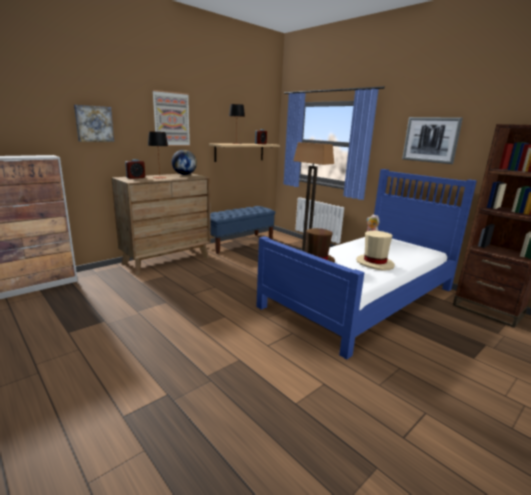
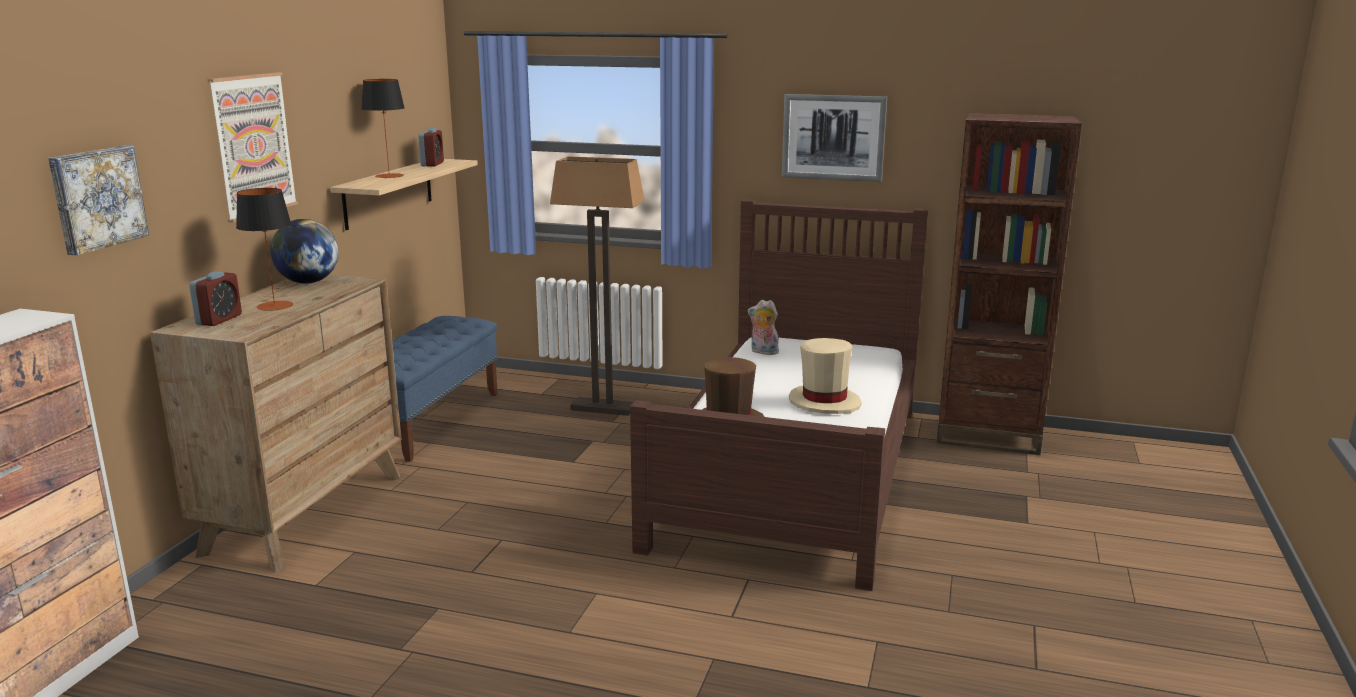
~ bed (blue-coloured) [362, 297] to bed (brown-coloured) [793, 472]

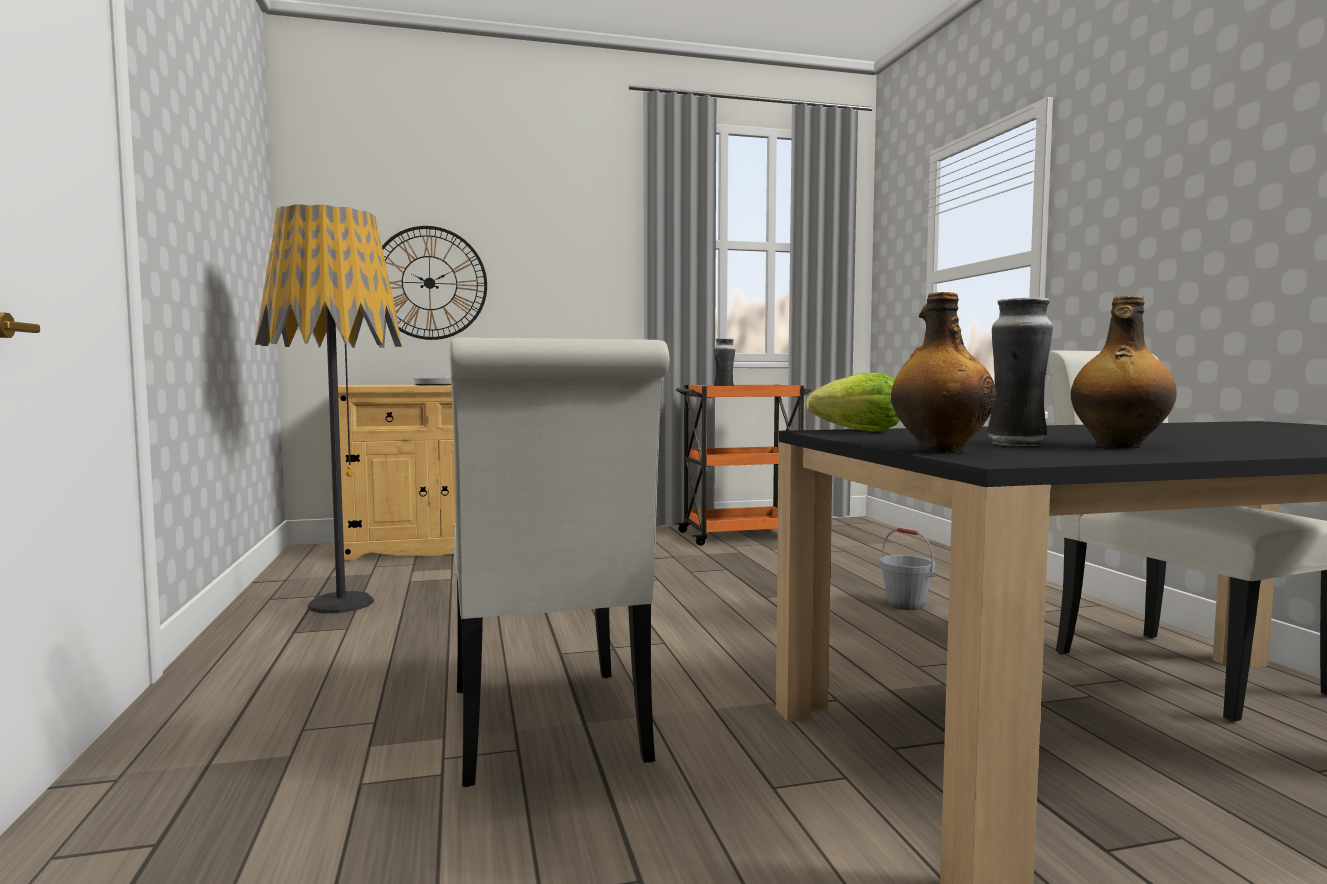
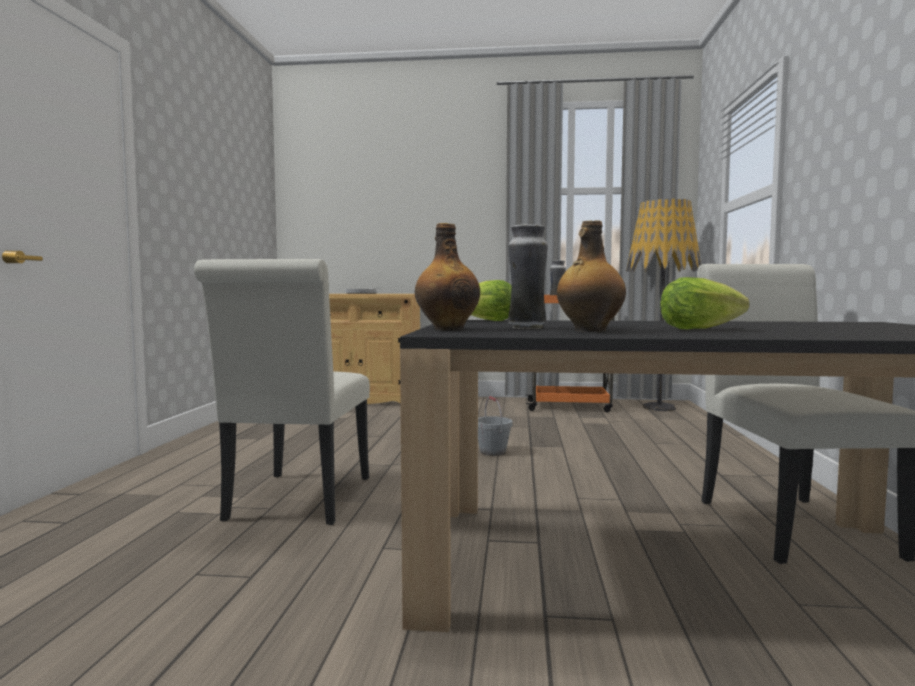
~ floor lamp [341, 604] to [659, 407]
- clock on the wall [429, 283]
~ bucket (gray) [906, 605] to [493, 452]
+ lettuce head [698, 329]

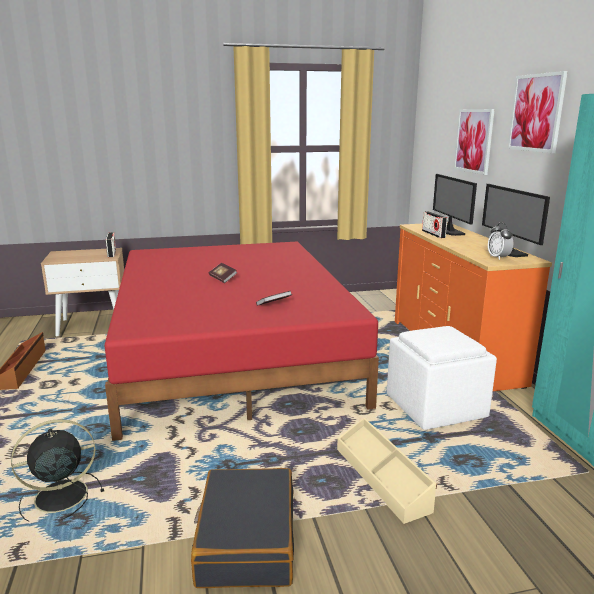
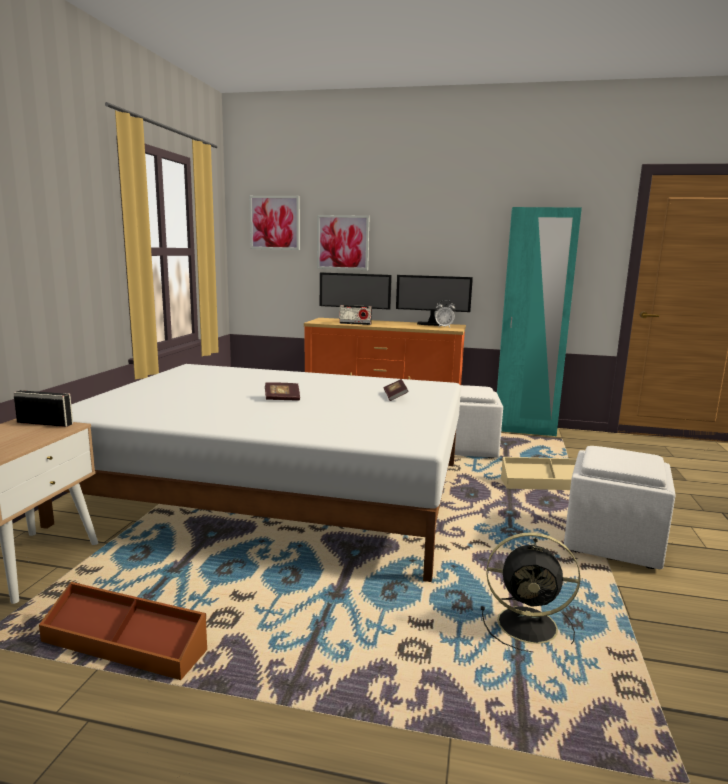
~ picture [536, 113] to [275, 223]
~ bed (reddish) [232, 352] to bed (white) [278, 490]
~ electric fan (black-coloured) [58, 497] = [530, 625] 75 degrees counterclockwise
~ suitcase (black-coloured) [246, 540] to pouffe (white) [613, 542]

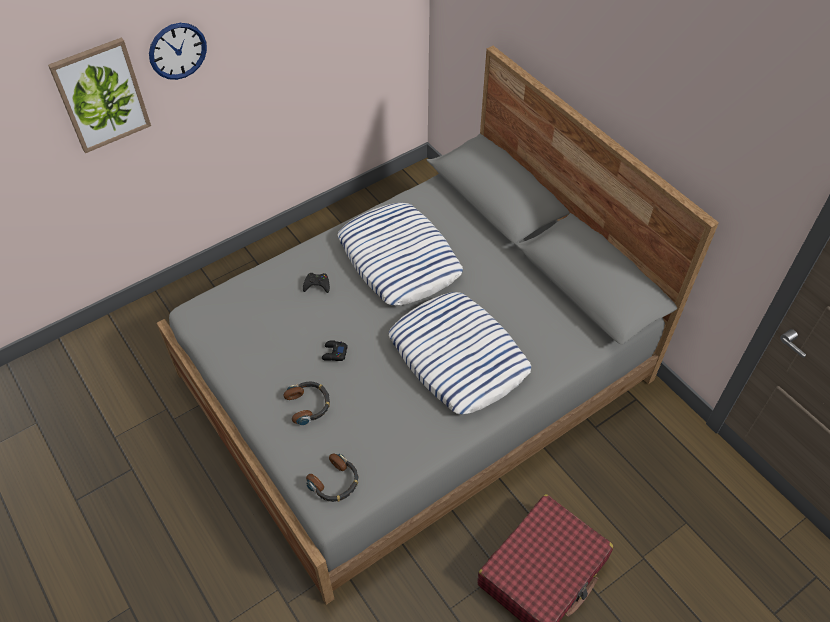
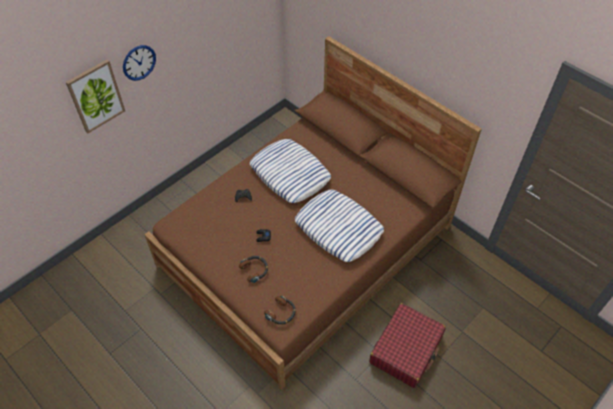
~ bed (gray) [416, 377] to bed (brown-coloured) [307, 245]

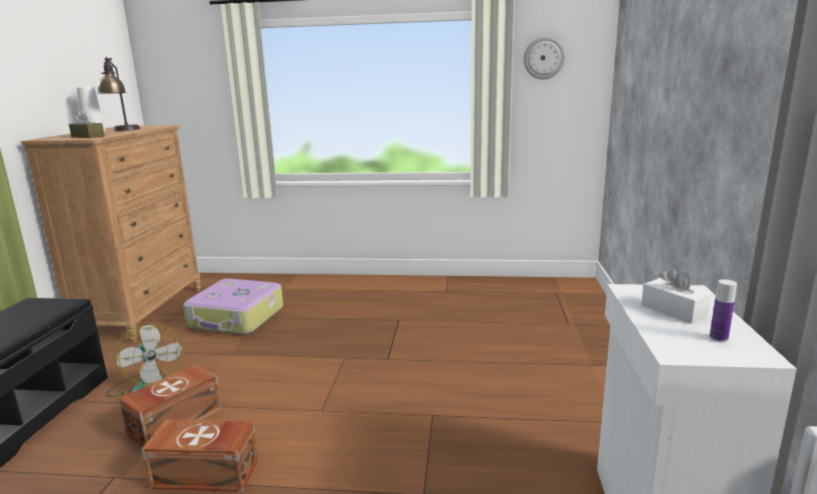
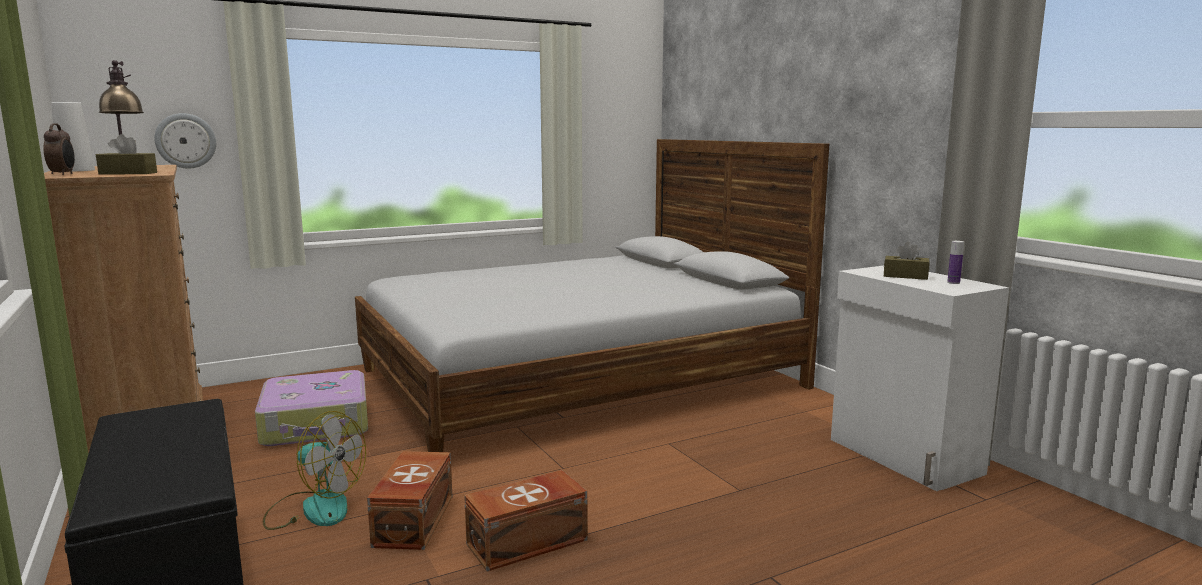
~ clock on the wall [544, 58] to [185, 141]
~ tissue box (white) [673, 310] to tissue box (brown-coloured) [905, 276]
+ alarm clock [63, 174]
+ bed [577, 377]

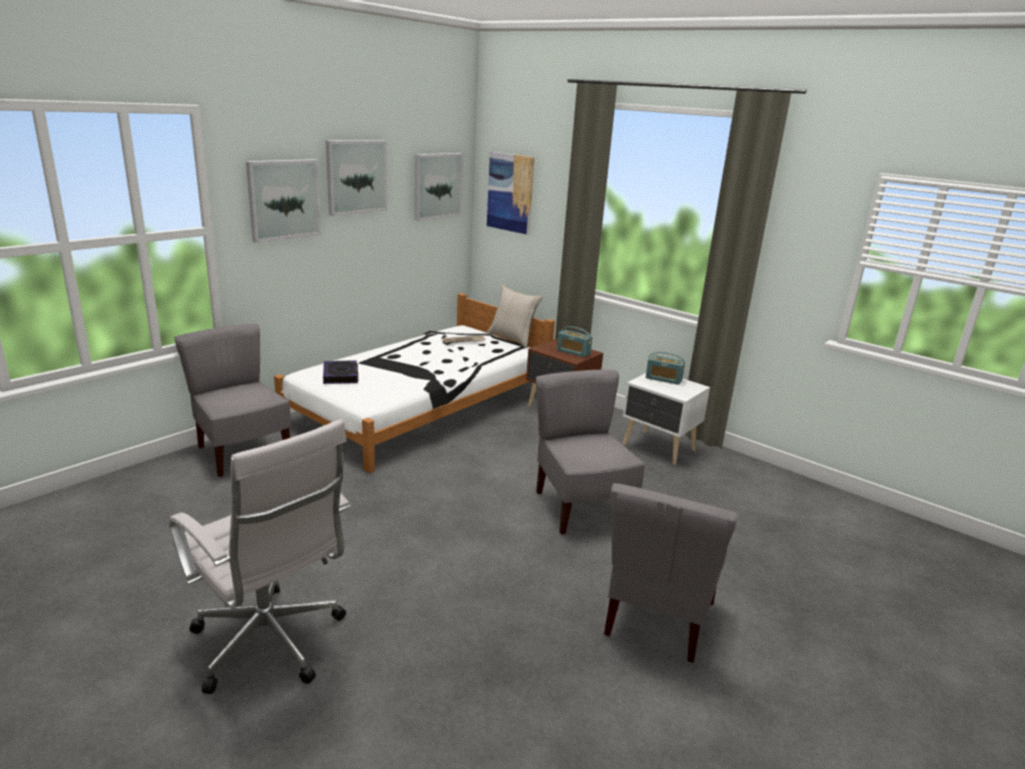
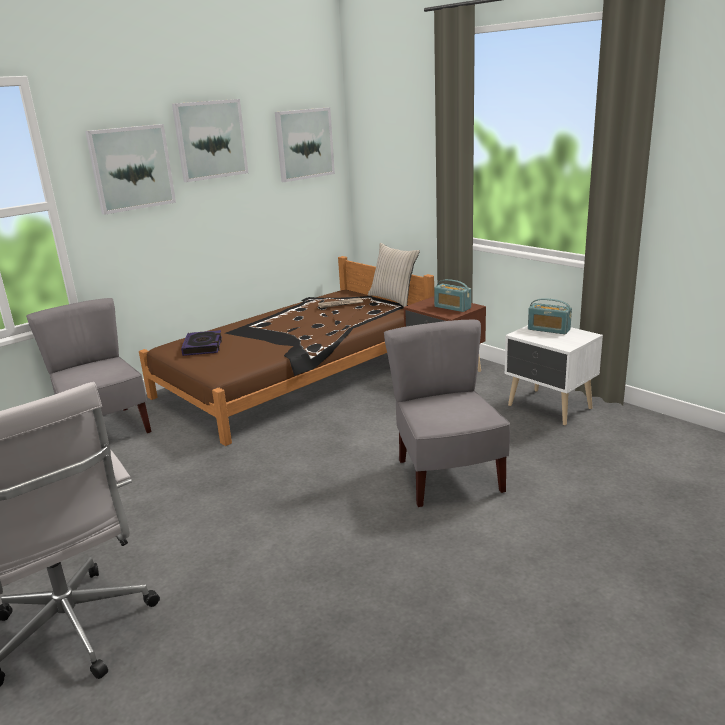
- picture [510, 192]
~ bed (white) [422, 406] to bed (brown-coloured) [297, 375]
- chair (gray) [657, 618]

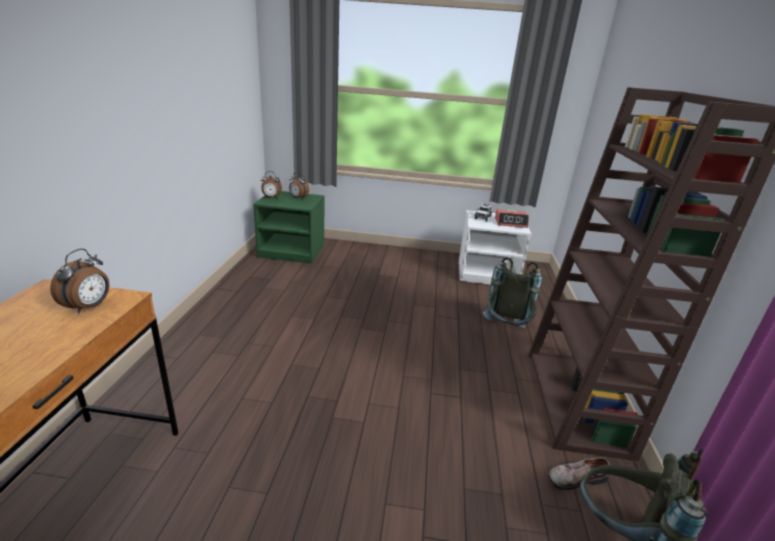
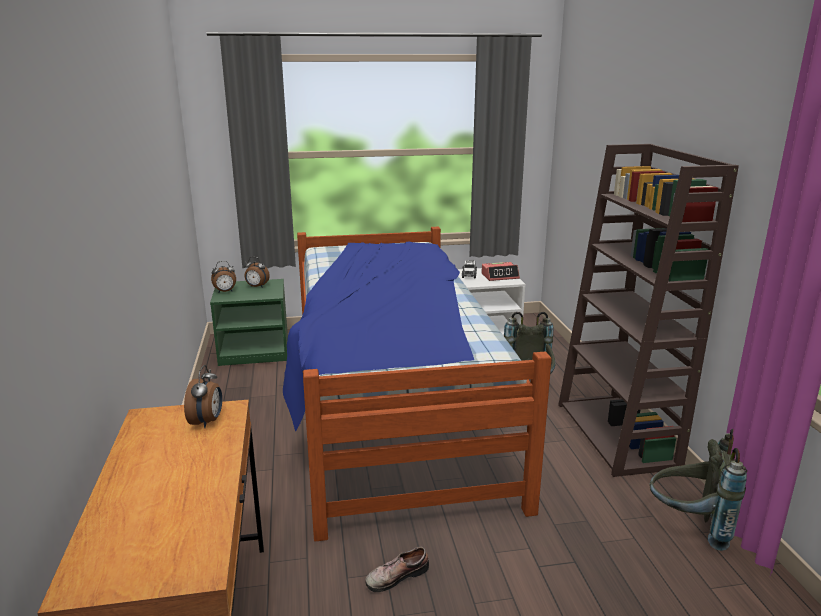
~ shoe [575, 477] to [396, 575]
+ bed [390, 405]

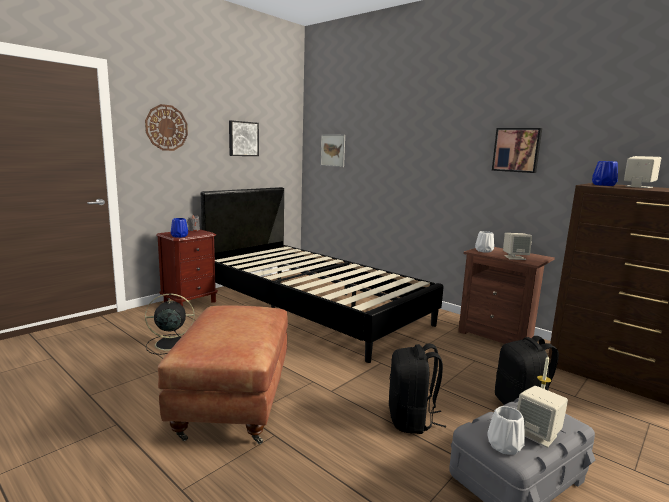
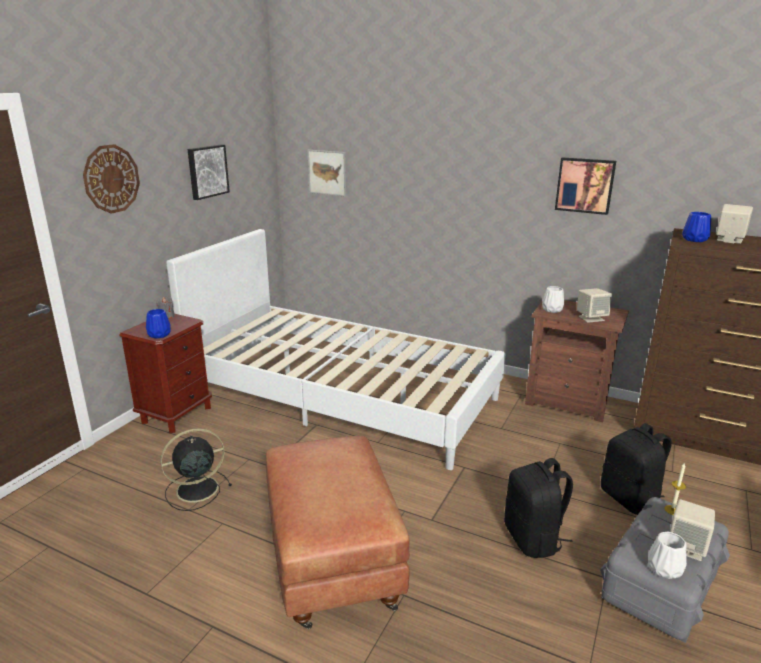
~ bed (black-coloured) [312, 307] to bed (white) [341, 396]

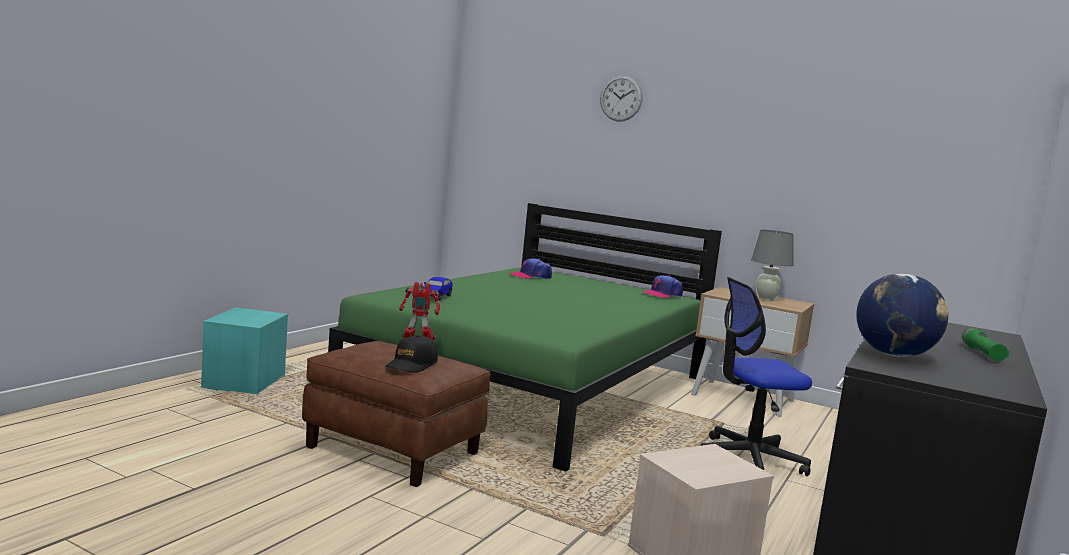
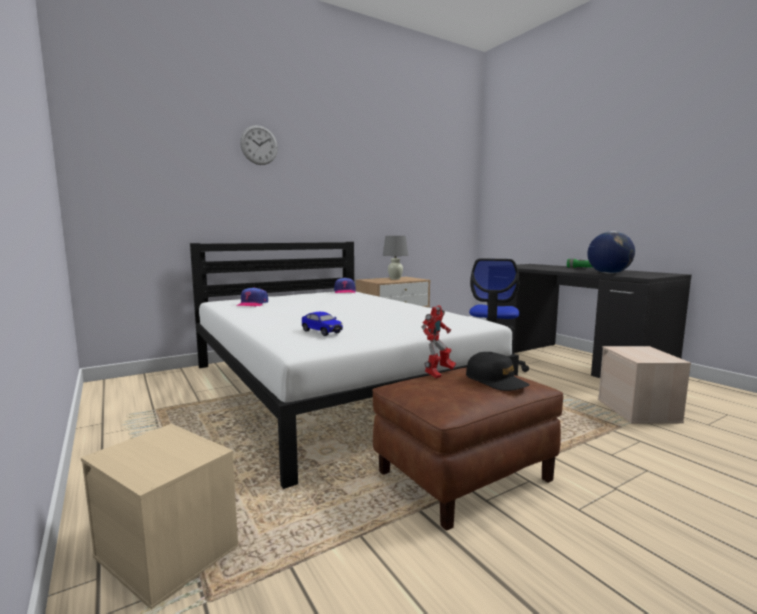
~ bed (green) [535, 386] to bed (white) [333, 387]
~ storage box (blue-green) [245, 382] to storage box (beige) [169, 552]

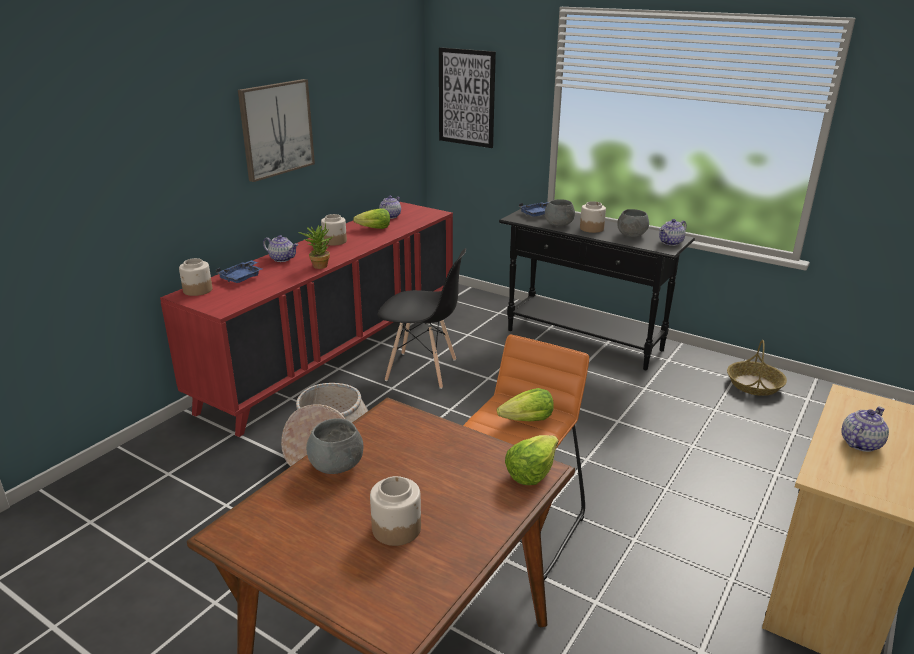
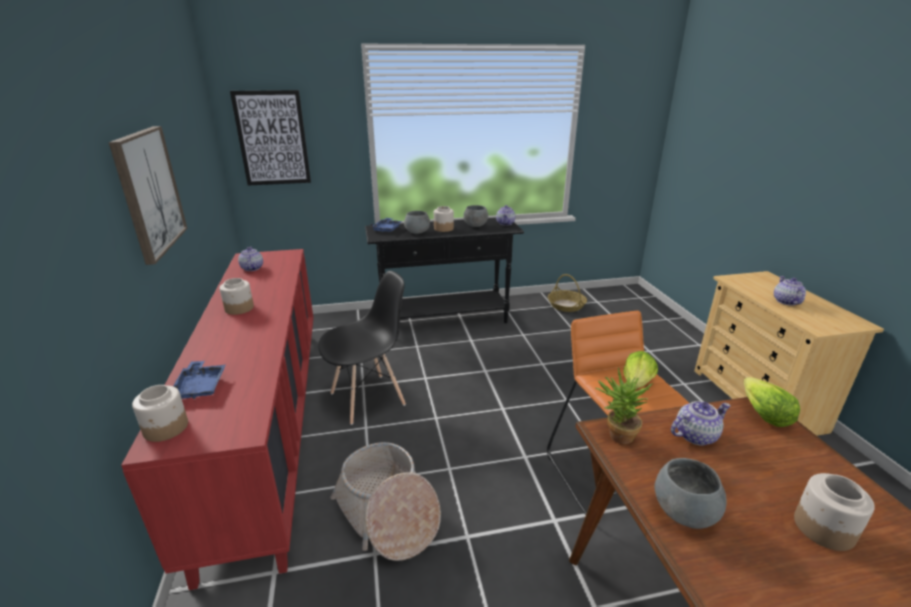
- lettuce head [374, 228]
~ houseplant [318, 265] to [616, 436]
~ pot for tea [282, 259] to [695, 435]

